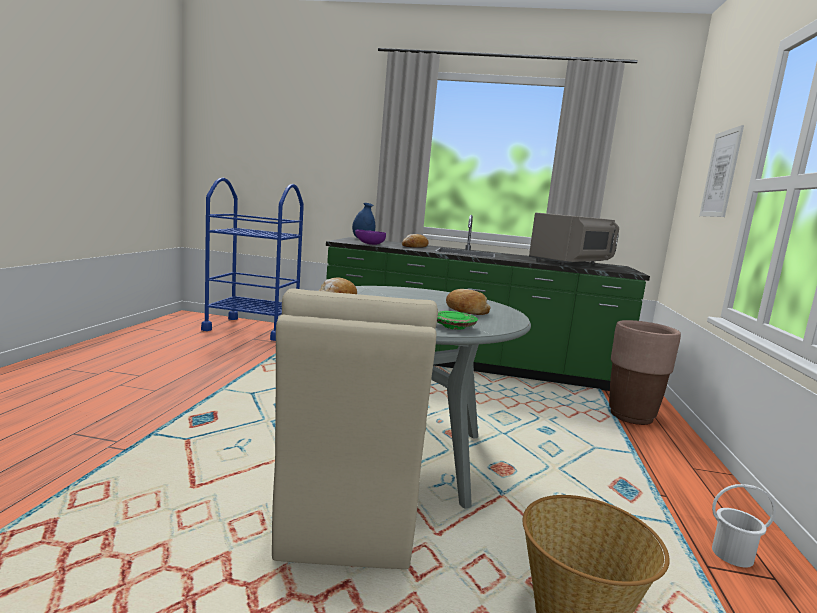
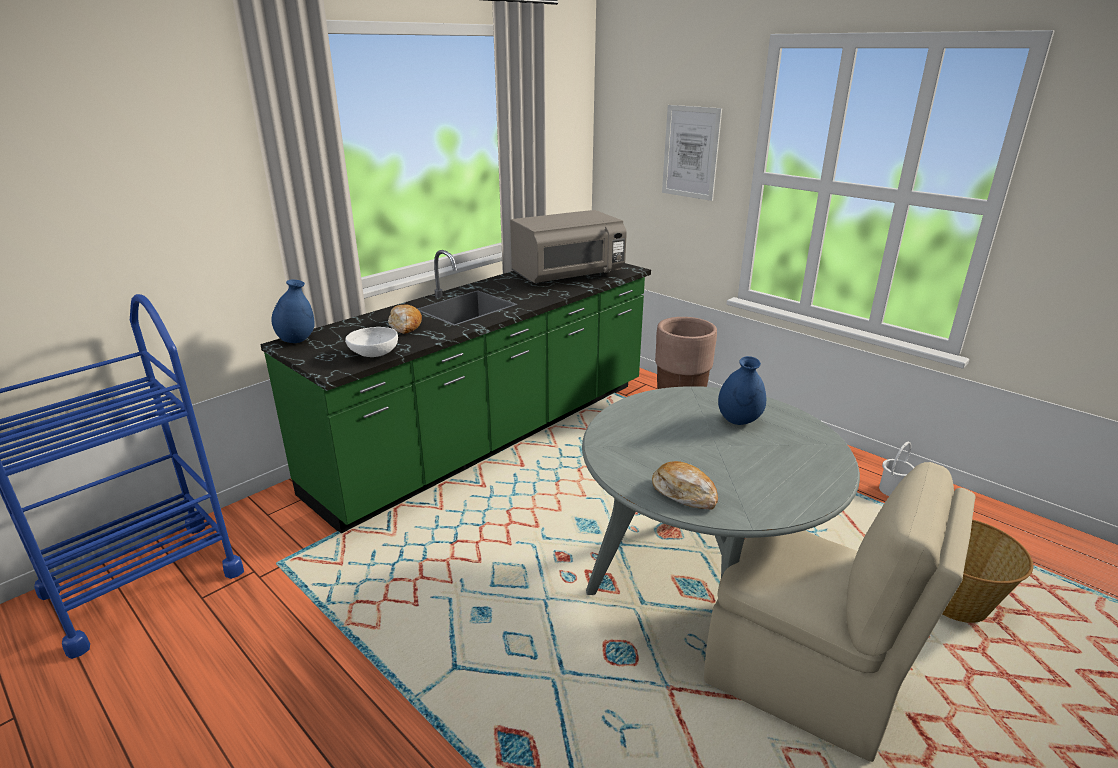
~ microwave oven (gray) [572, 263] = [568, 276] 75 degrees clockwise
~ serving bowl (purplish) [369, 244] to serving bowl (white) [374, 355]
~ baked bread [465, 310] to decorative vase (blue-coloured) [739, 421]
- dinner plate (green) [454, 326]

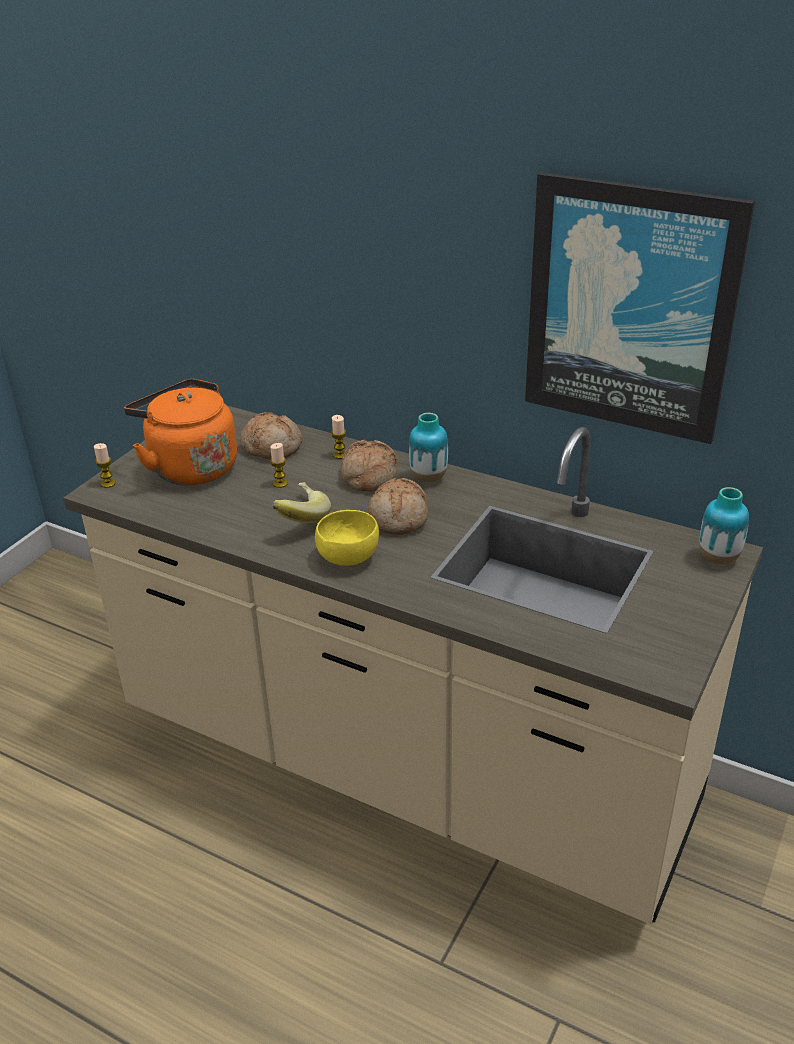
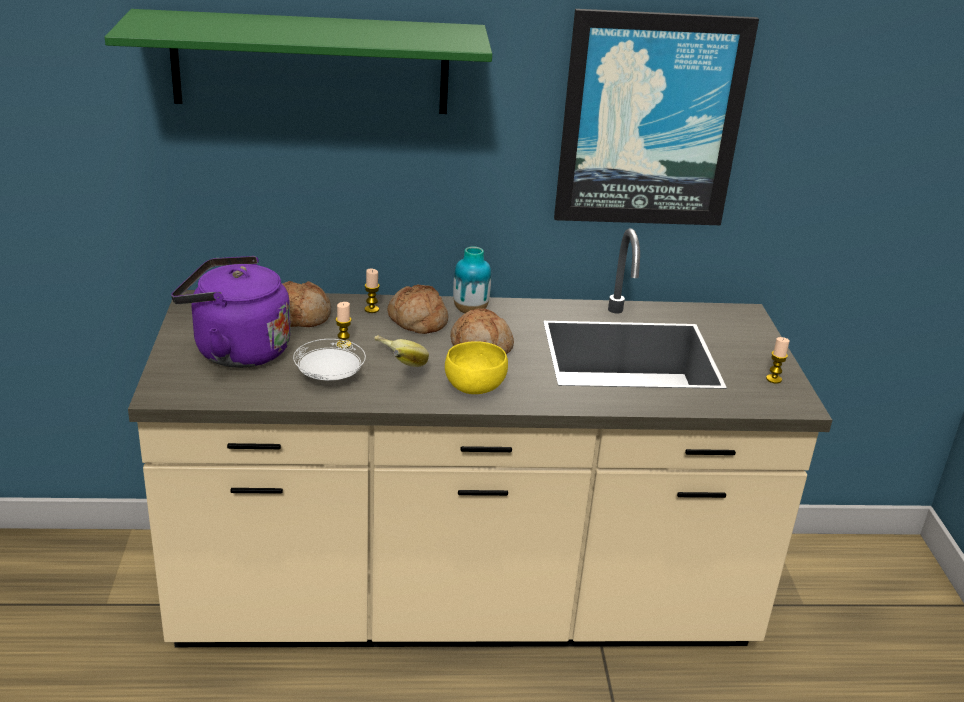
~ tea kettle (orange-coloured) [190, 467] to tea kettle (purplish) [236, 350]
~ candle [108, 483] to [773, 379]
- decorative vase [718, 558]
+ shelf (green) [311, 63]
+ dinner plate (white) [329, 376]

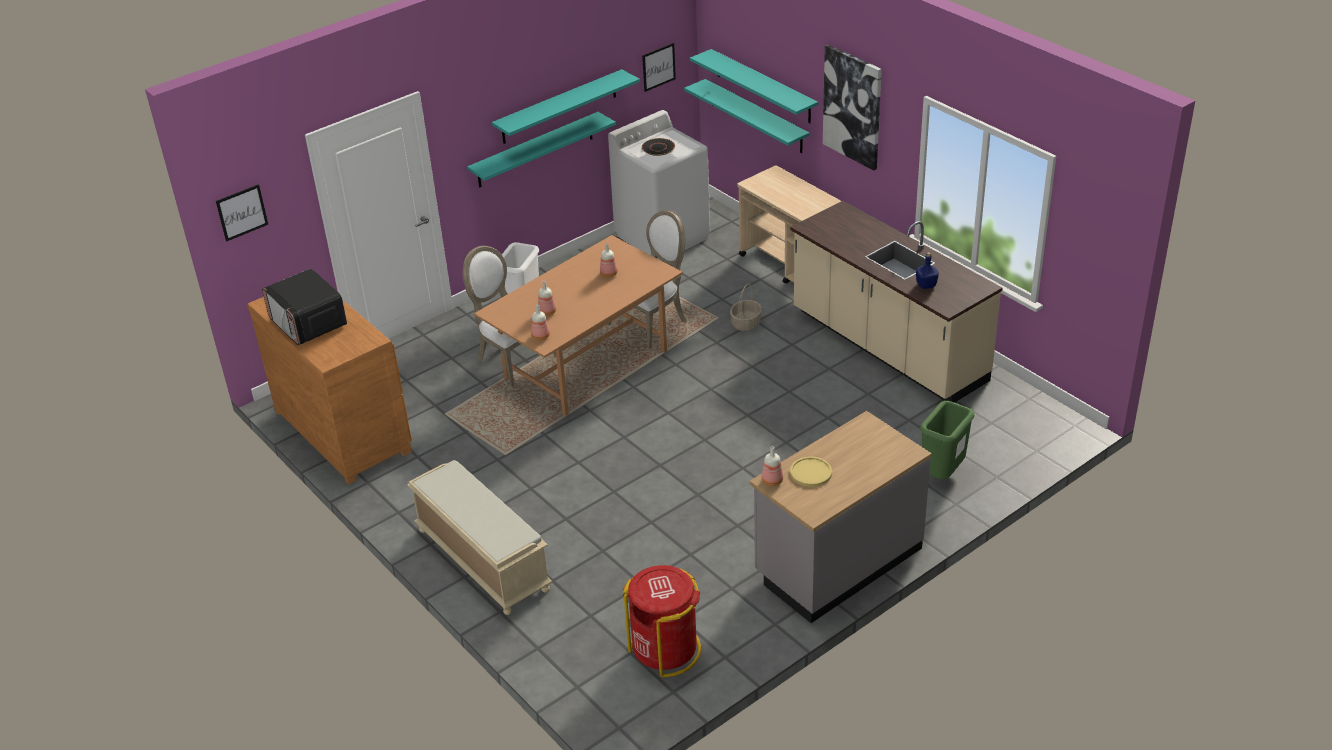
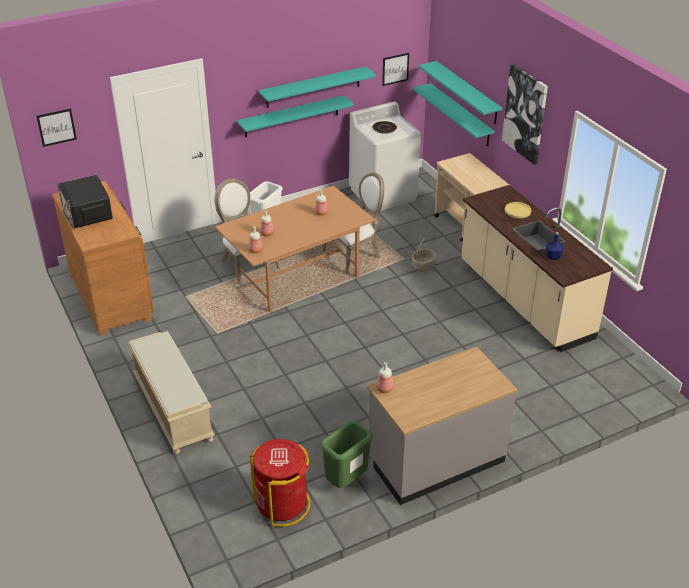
~ waste bin (green) [942, 474] to [346, 481]
~ dinner plate (yellow-coloured) [811, 472] to [517, 211]

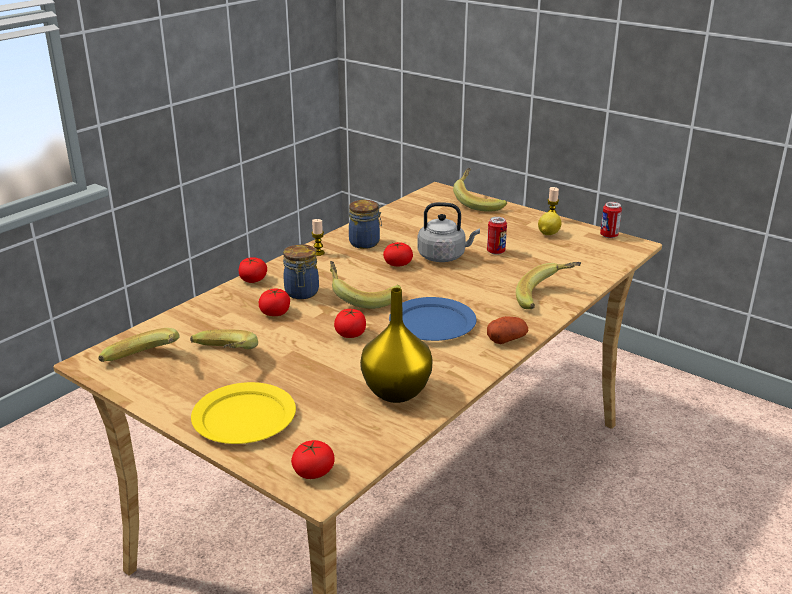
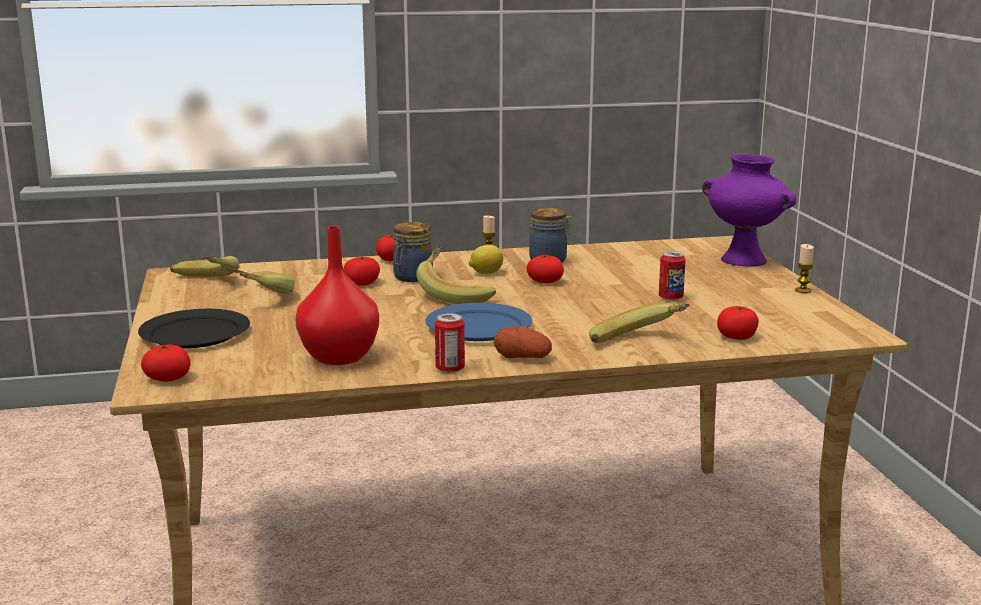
~ whole banana [479, 203] to decorative vase (purplish) [745, 260]
- tea kettle (gray) [444, 256]
~ metal can [609, 235] to [450, 369]
~ citrus fruit [548, 234] to [485, 273]
~ decorative vase (yellow-coloured) [396, 391] to decorative vase (reddish) [340, 357]
~ whole tomato [350, 333] to [737, 336]
~ dinner plate (yellow-coloured) [245, 418] to dinner plate (black-coloured) [195, 334]

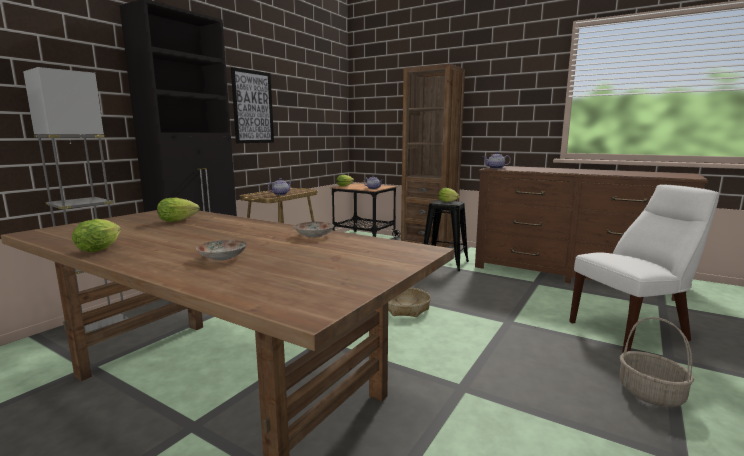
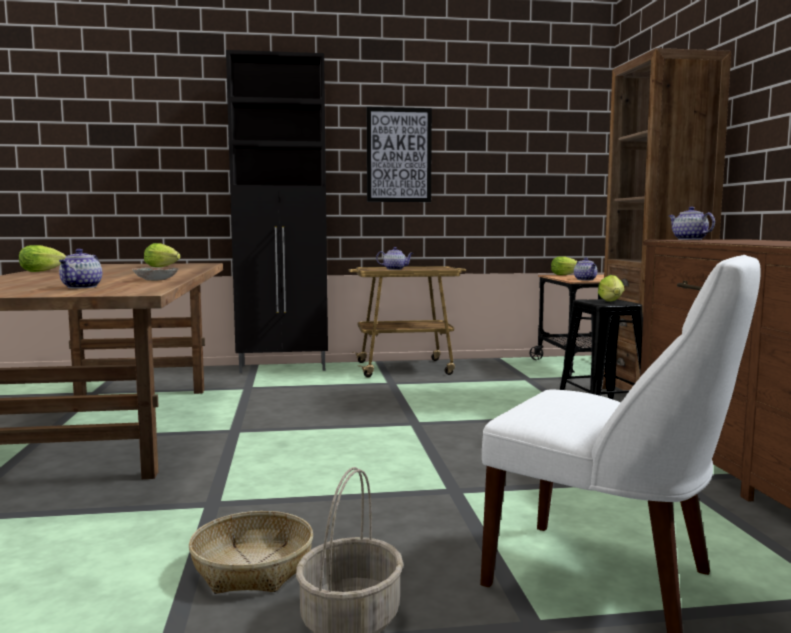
- floor lamp (gray) [99, 328]
- dinner plate [223, 257]
~ basket [405, 308] to [253, 567]
+ pot for tea [81, 287]

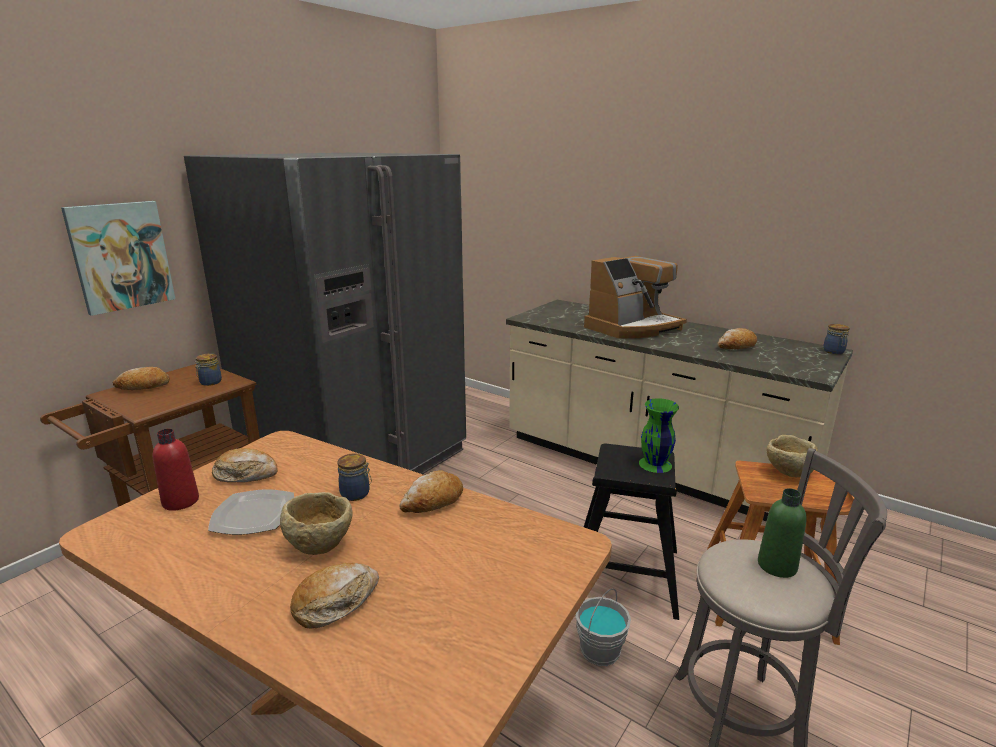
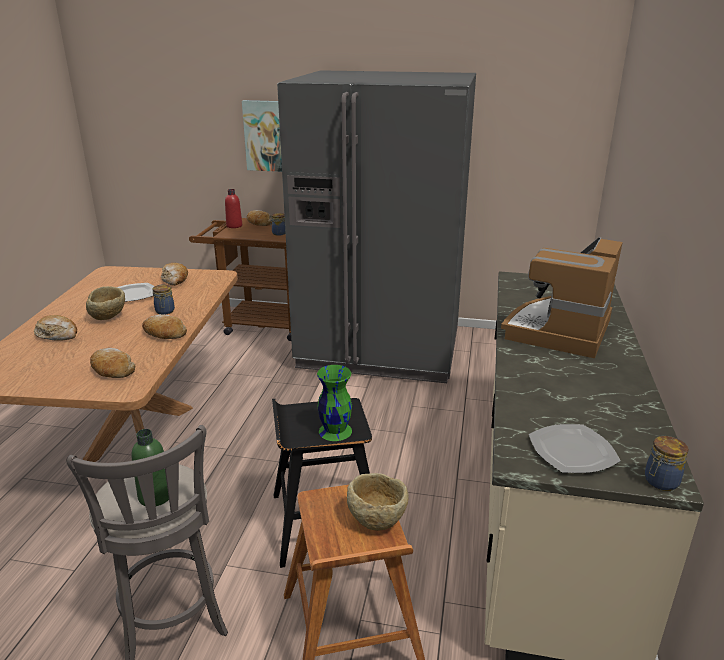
~ coffee maker [633, 328] = [559, 330] 90 degrees clockwise
~ baked bread [736, 346] to [112, 370]
~ bottle (reddish) [180, 501] to [234, 226]
- bucket (gray) [600, 651]
+ dinner plate [572, 450]

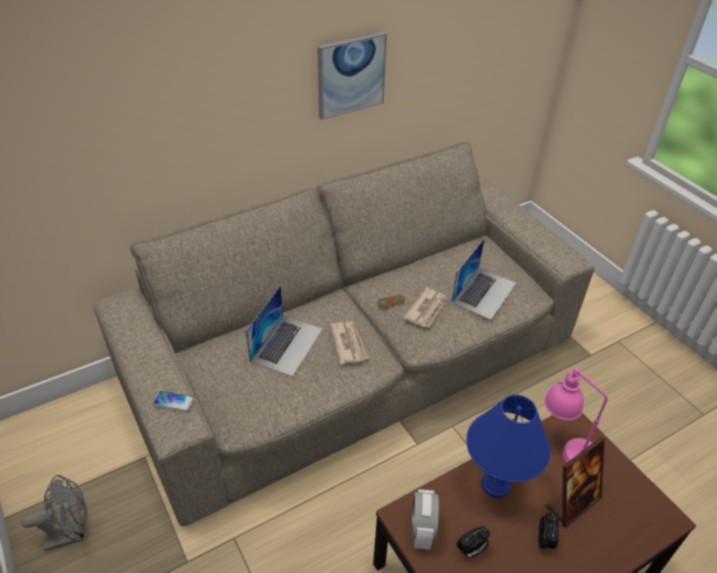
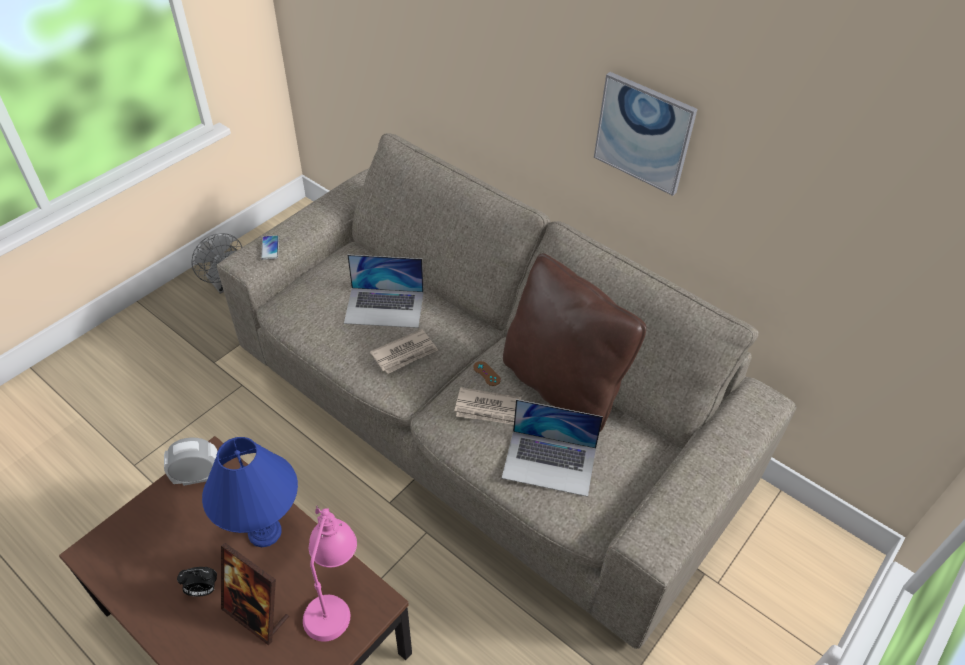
- alarm clock [470, 551]
+ throw pillow (brown-coloured) [562, 385]

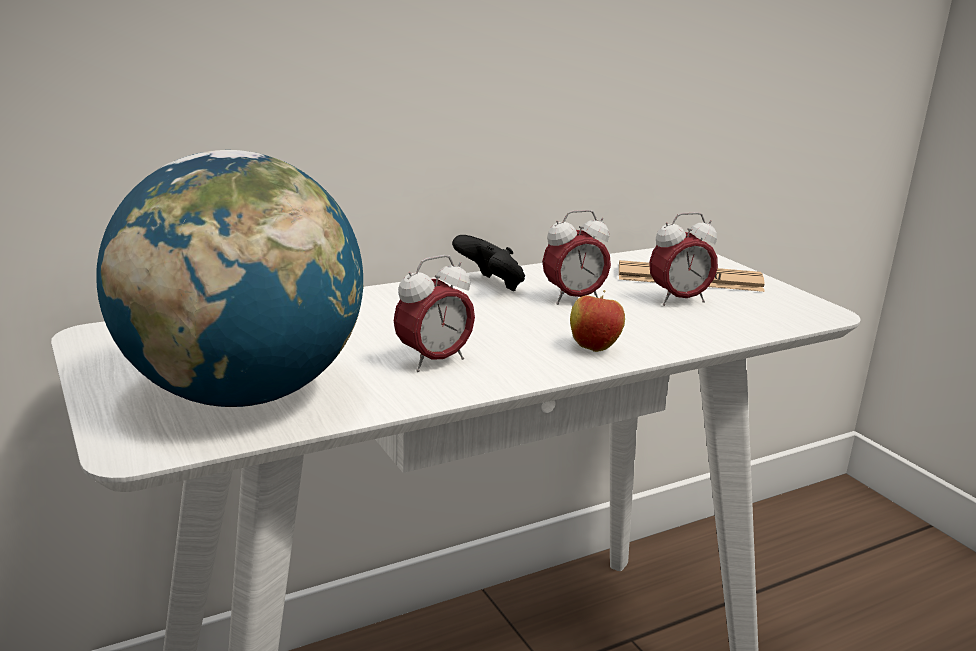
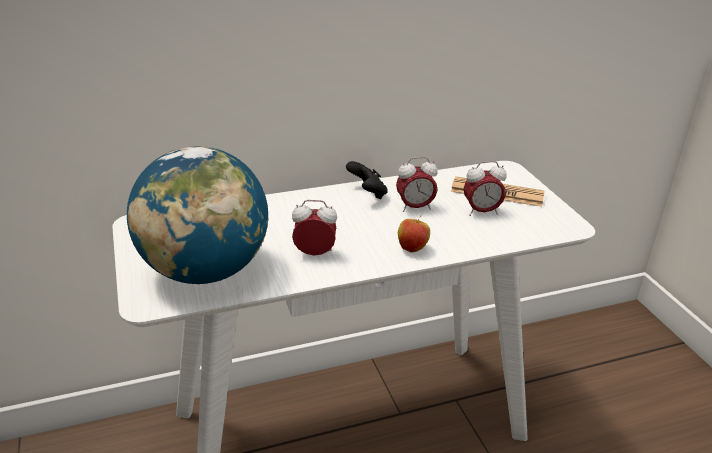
~ alarm clock [433, 361] = [315, 253] 150 degrees counterclockwise

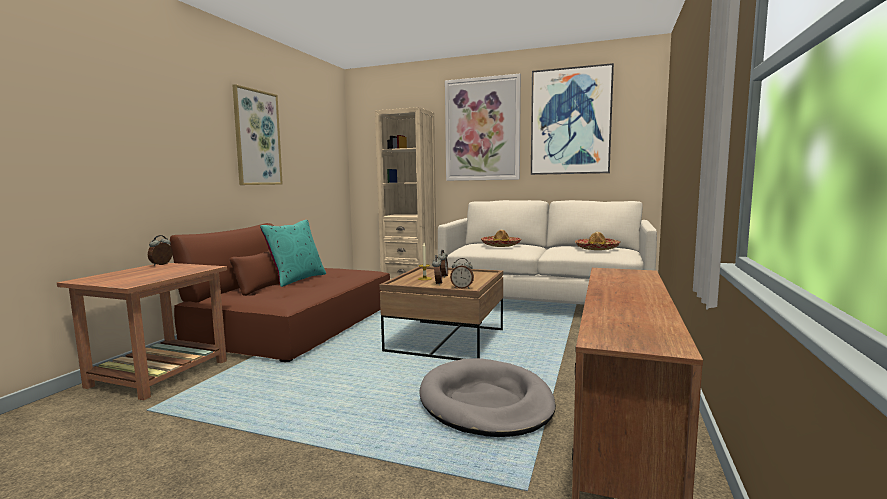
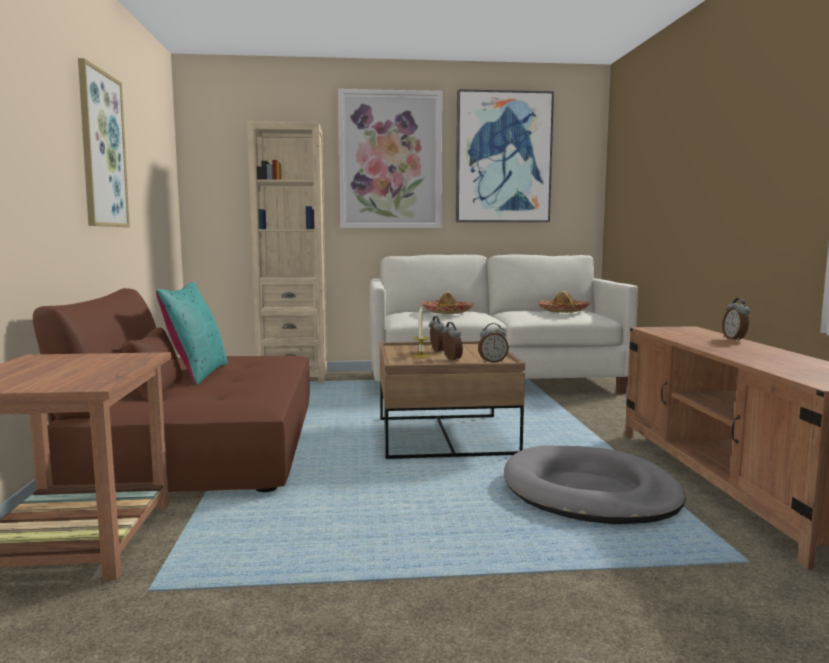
~ alarm clock [162, 264] to [735, 339]

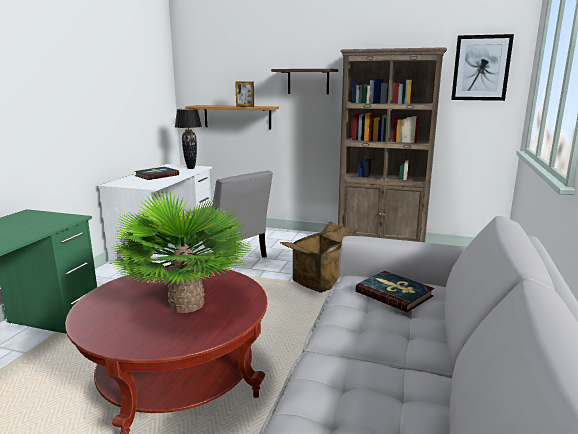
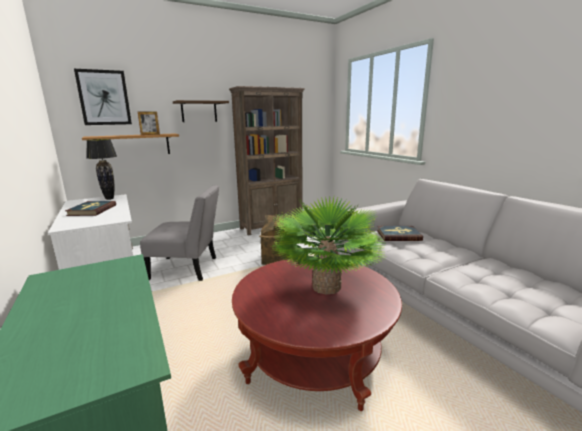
~ picture [481, 68] to [104, 98]

